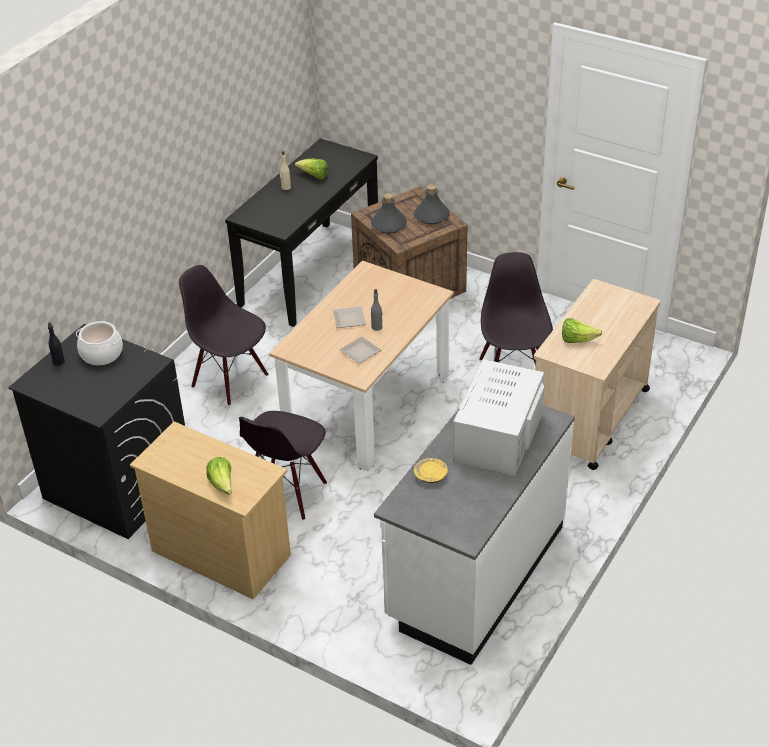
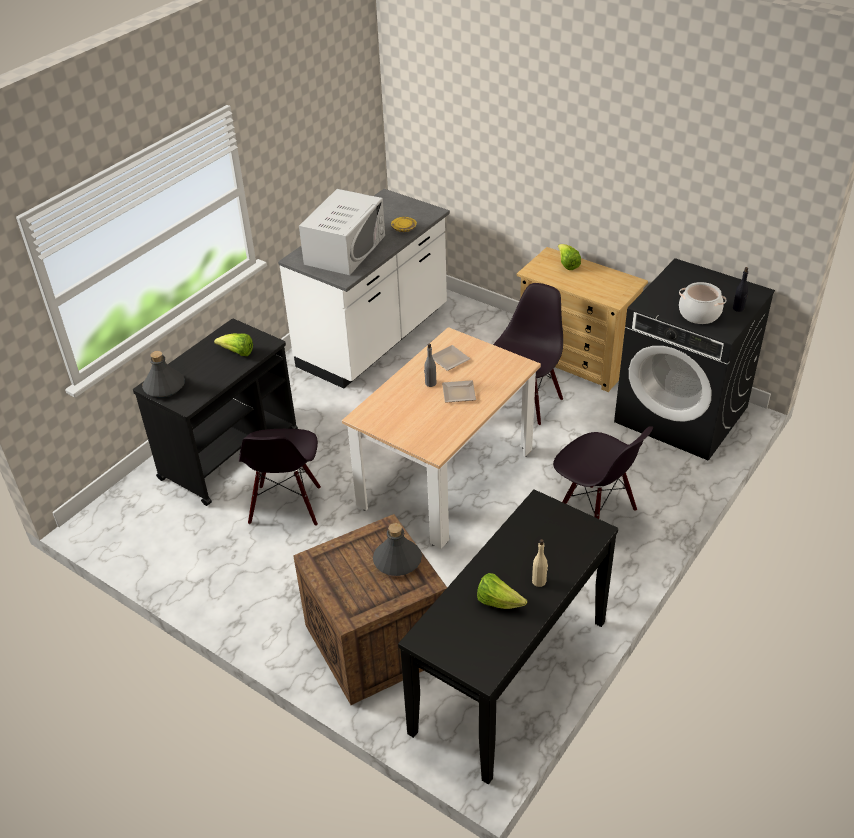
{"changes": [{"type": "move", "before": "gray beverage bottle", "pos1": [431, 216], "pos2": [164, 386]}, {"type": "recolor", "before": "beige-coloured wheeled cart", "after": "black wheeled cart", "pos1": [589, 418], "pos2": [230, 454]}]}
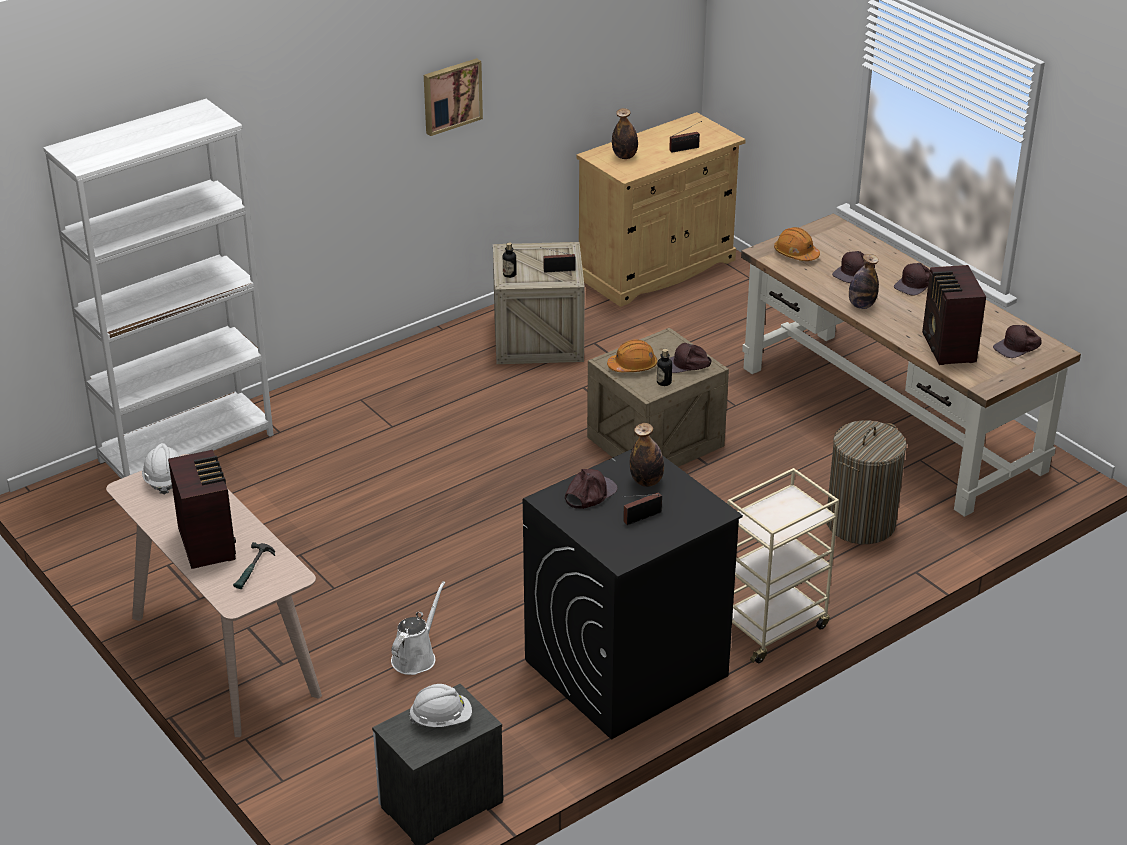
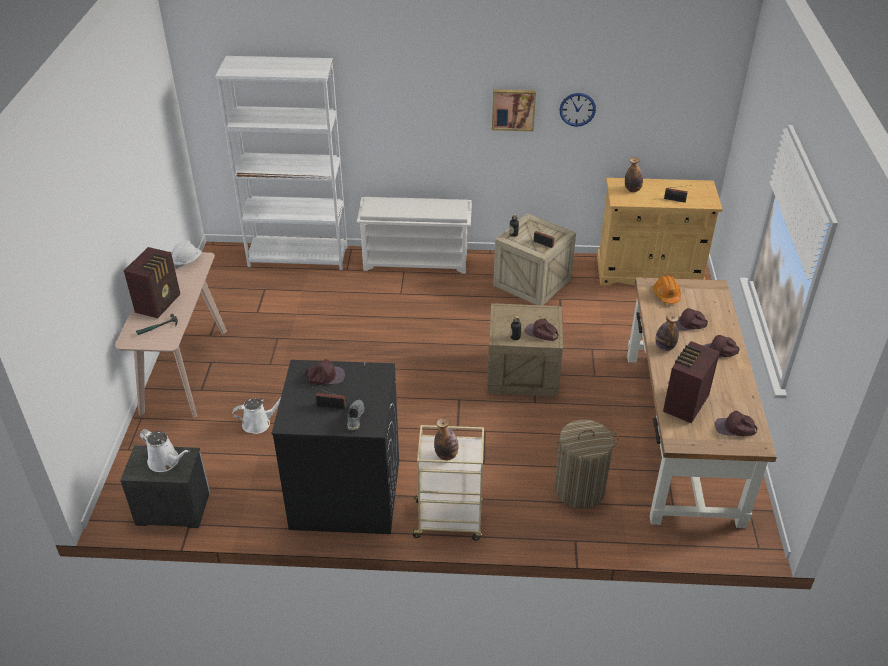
{"changes": [{"type": "delete", "before": "orangey hard hat", "pos1": [633, 366]}, {"type": "move", "before": "beverage bottle", "pos1": [646, 481], "pos2": [446, 455]}, {"type": "replace", "before": "whitish hard hat", "after": "whitish sprinkling can", "pos1": [441, 719], "pos2": [166, 461]}, {"type": "insert", "after": "clock on the wall", "pos2": [577, 109]}, {"type": "insert", "after": "whitish shoe stand", "pos2": [416, 261]}, {"type": "insert", "after": "gray low shoe", "pos2": [355, 417]}]}
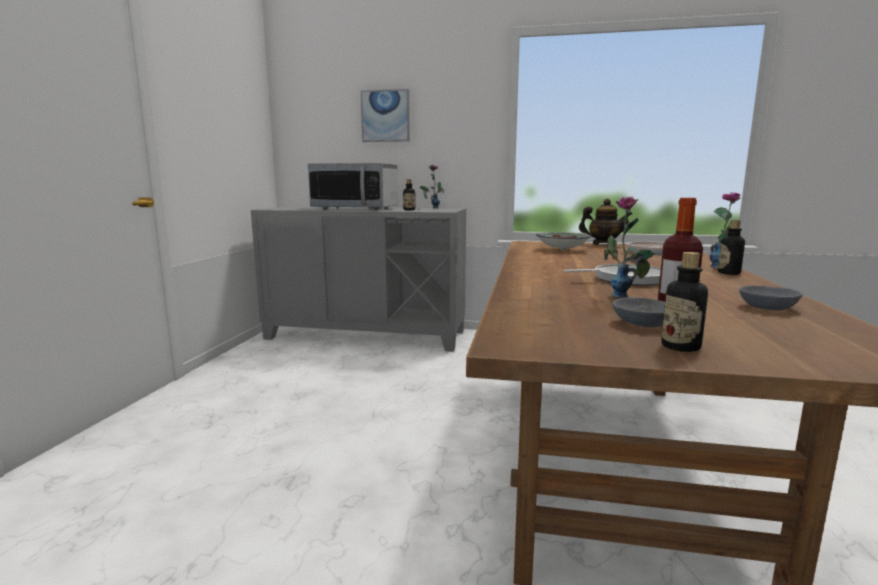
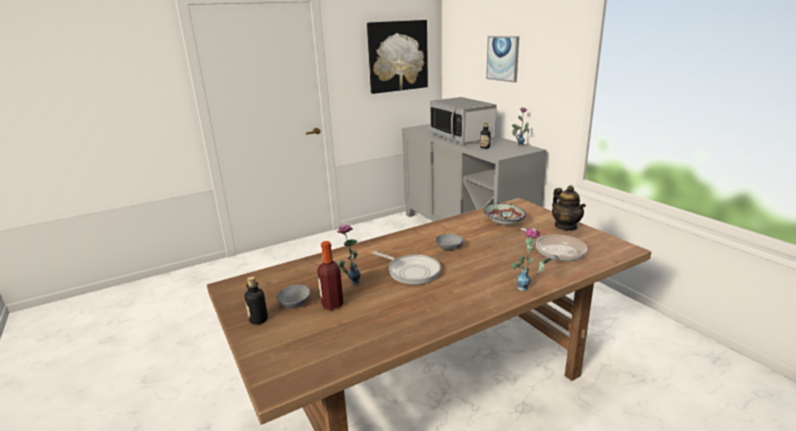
{"changes": [{"type": "delete", "before": "beverage bottle", "pos1": [728, 273]}, {"type": "move", "before": "gray serving bowl", "pos1": [767, 307], "pos2": [450, 247]}, {"type": "insert", "after": "picture", "pos2": [397, 56]}]}
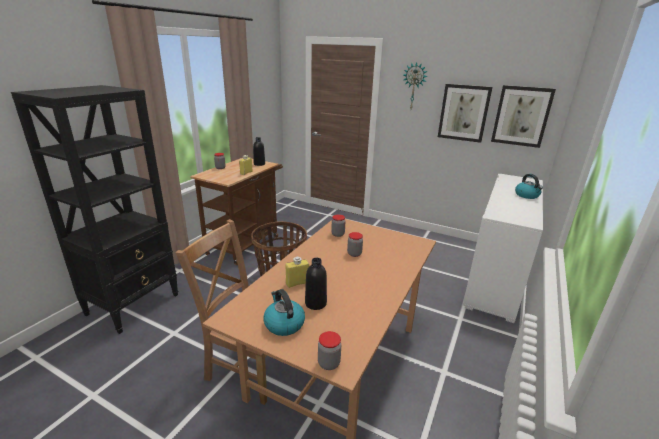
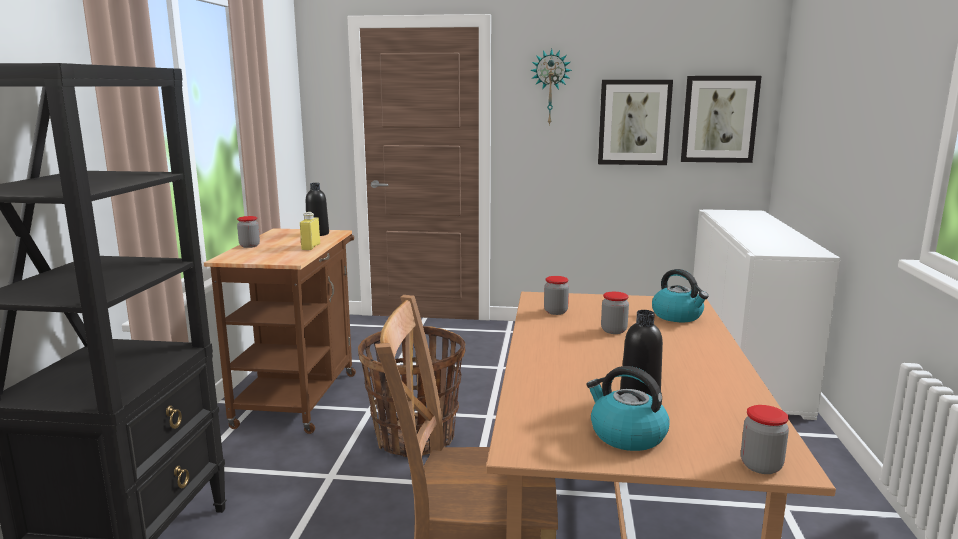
{"changes": [{"type": "move", "before": "kettle", "pos1": [527, 195], "pos2": [678, 316]}, {"type": "delete", "before": "yellow-coloured beverage bottle", "pos1": [297, 283]}]}
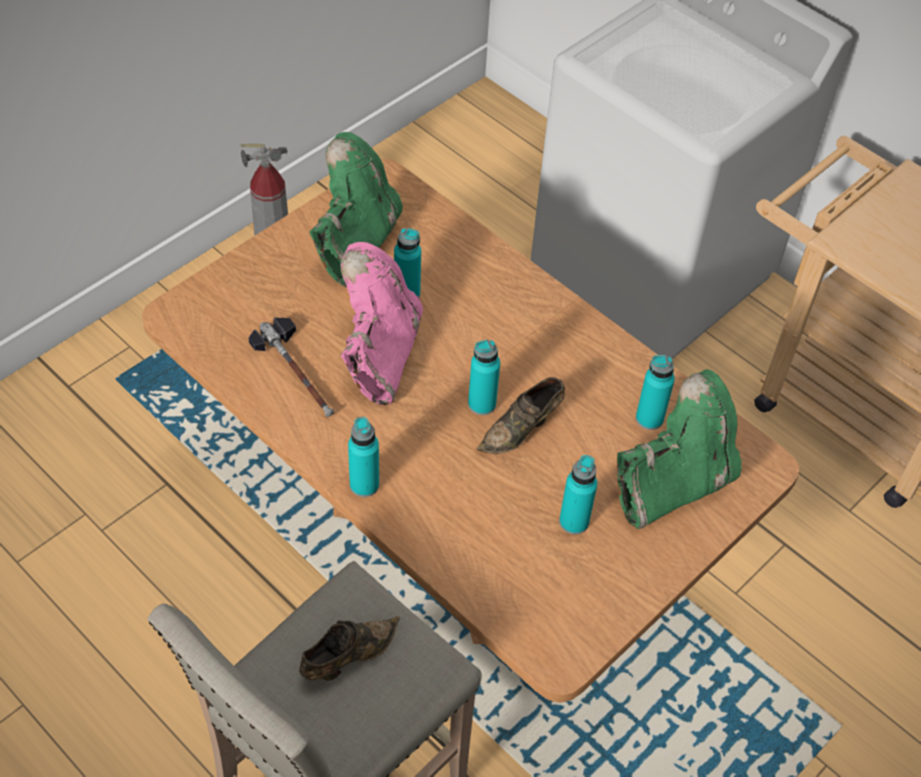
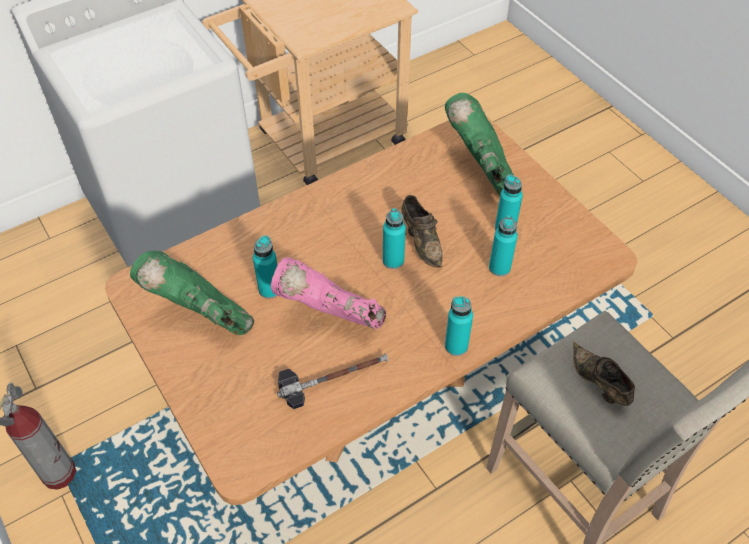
{"changes": [{"type": "move", "before": "blue-green beverage bottle", "pos1": [649, 419], "pos2": [499, 268]}]}
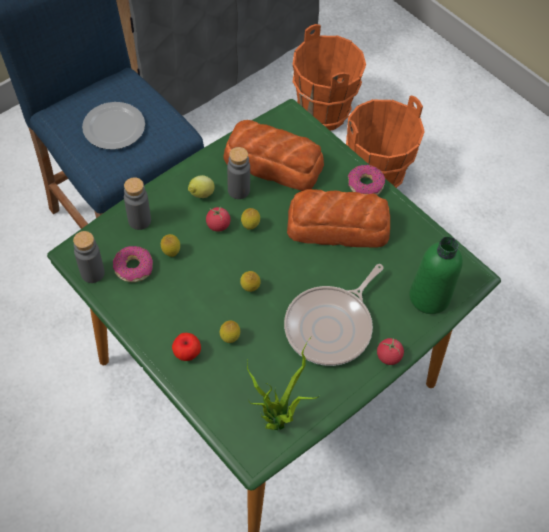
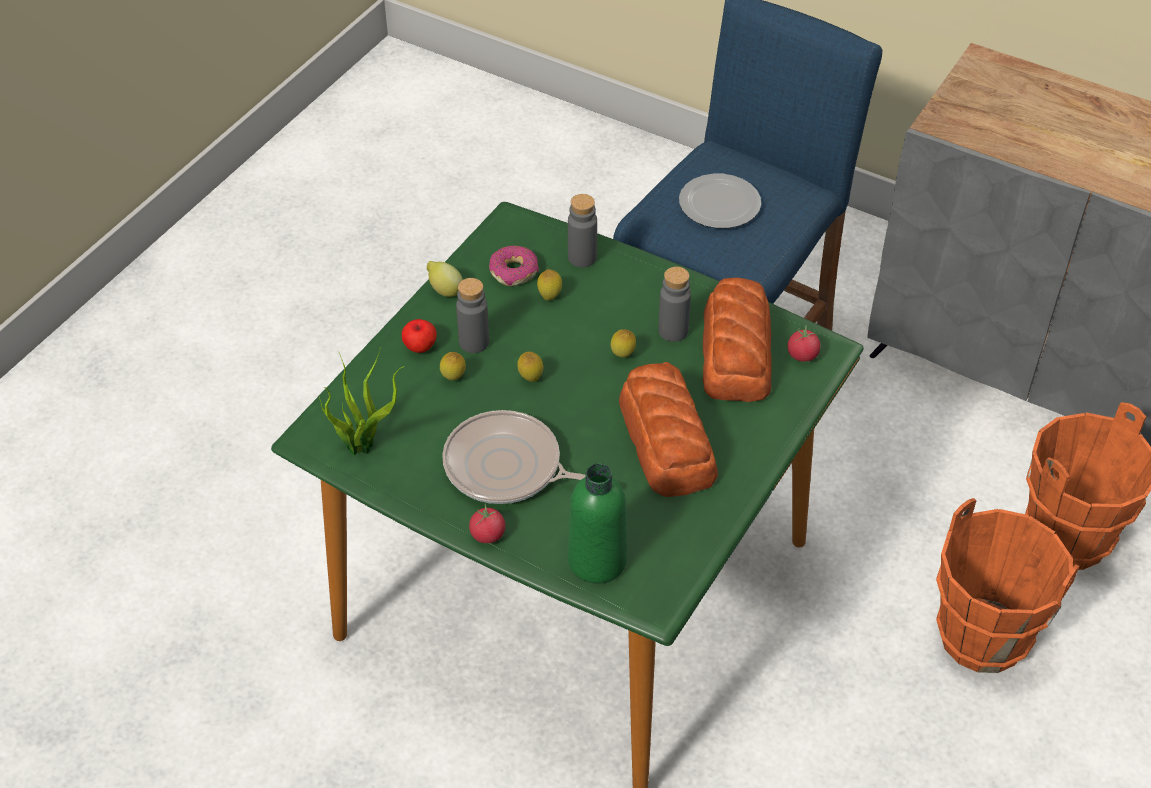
{"changes": [{"type": "delete", "before": "doughnut", "pos1": [365, 185]}, {"type": "move", "before": "lemon", "pos1": [201, 195], "pos2": [445, 291]}, {"type": "move", "before": "tomato", "pos1": [218, 225], "pos2": [802, 355]}, {"type": "move", "before": "gray beverage bottle", "pos1": [92, 273], "pos2": [474, 342]}]}
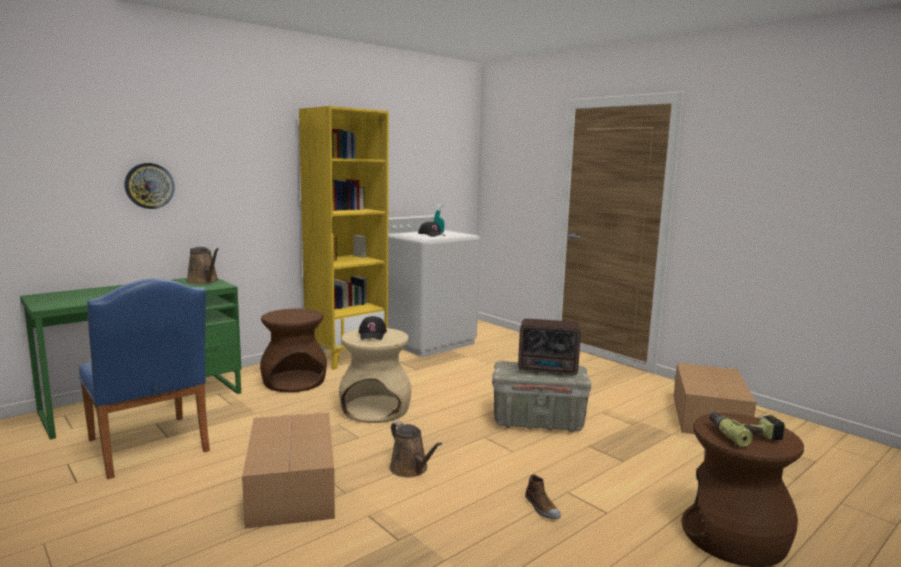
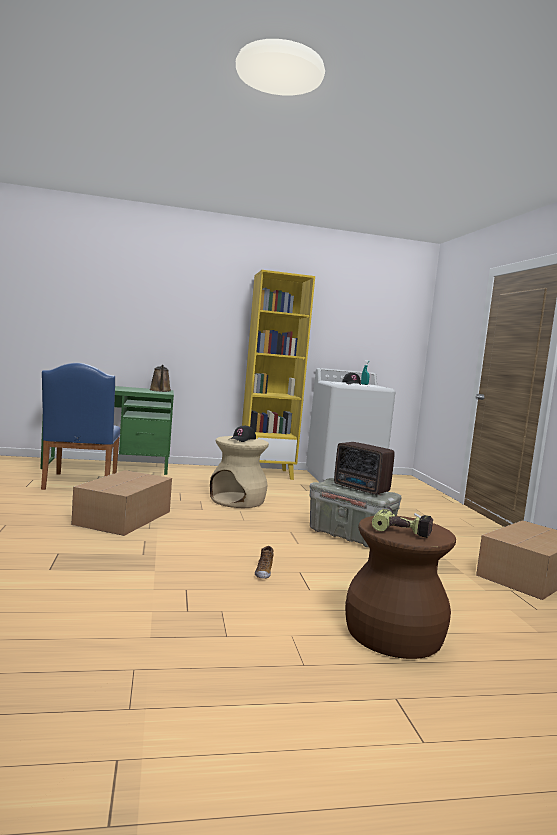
{"changes": [{"type": "delete", "before": "clock on the wall", "pos1": [149, 186]}, {"type": "delete", "before": "brown stool seat", "pos1": [294, 381]}, {"type": "delete", "before": "brown sprinkling can", "pos1": [411, 469]}]}
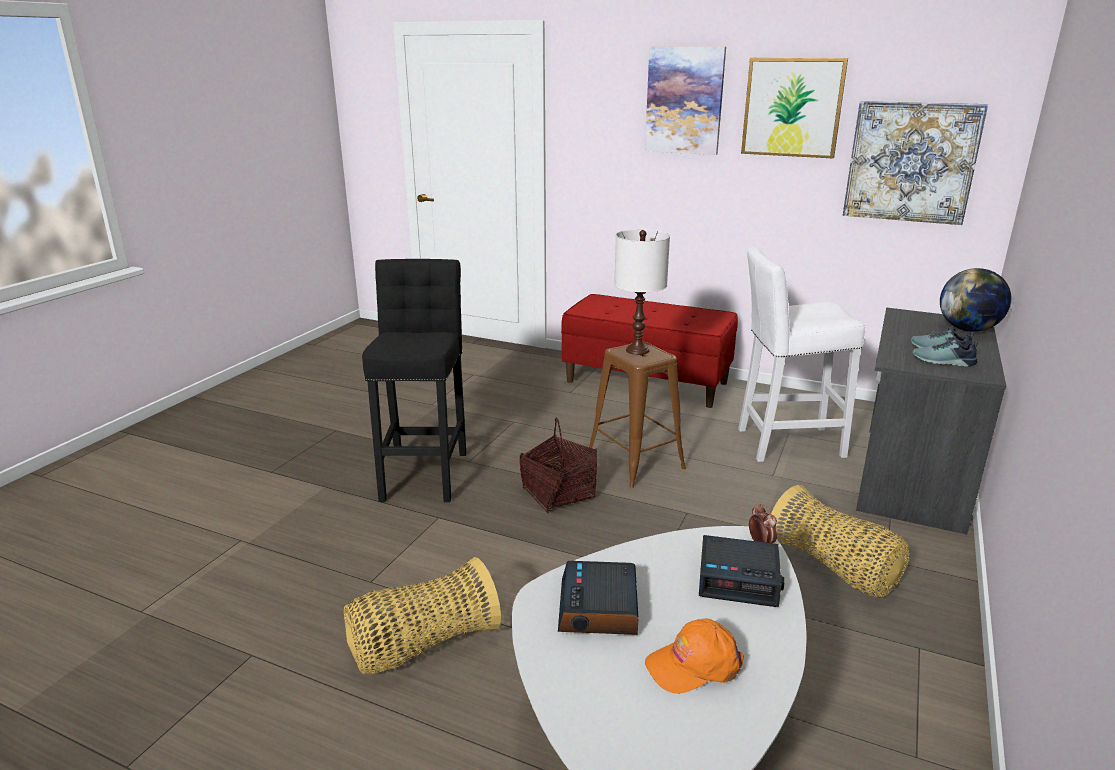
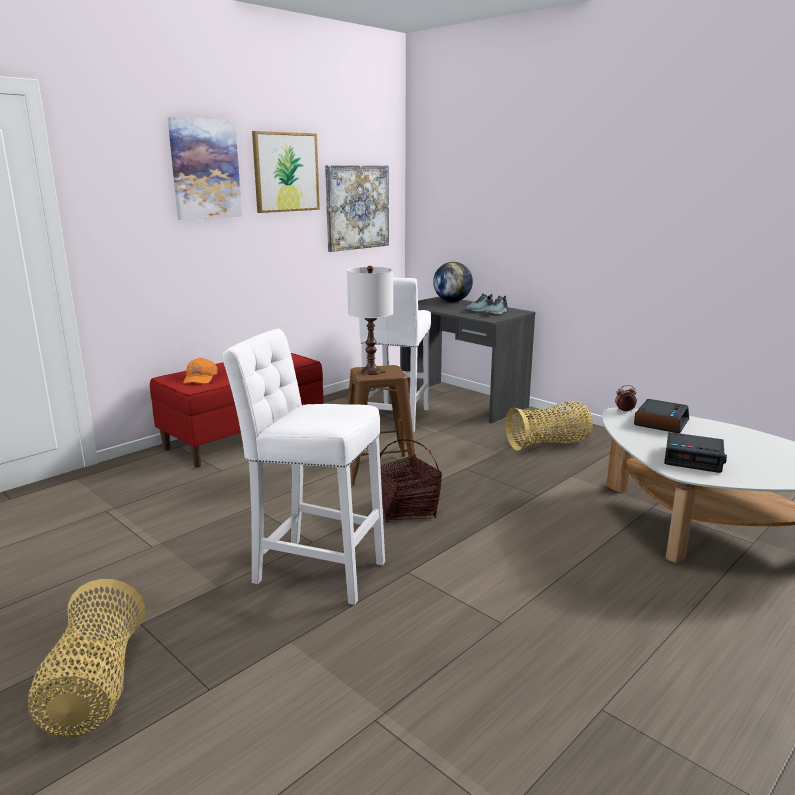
{"changes": [{"type": "recolor", "before": "black stool seat", "after": "whitish stool seat", "pos1": [425, 472], "pos2": [314, 569]}, {"type": "move", "before": "household basket", "pos1": [422, 646], "pos2": [94, 688]}, {"type": "move", "before": "orangey cap", "pos1": [693, 665], "pos2": [200, 378]}]}
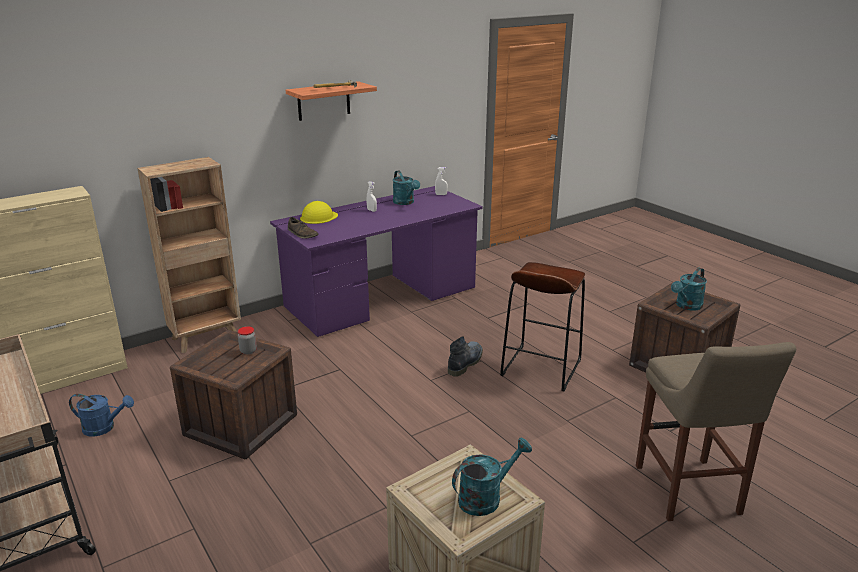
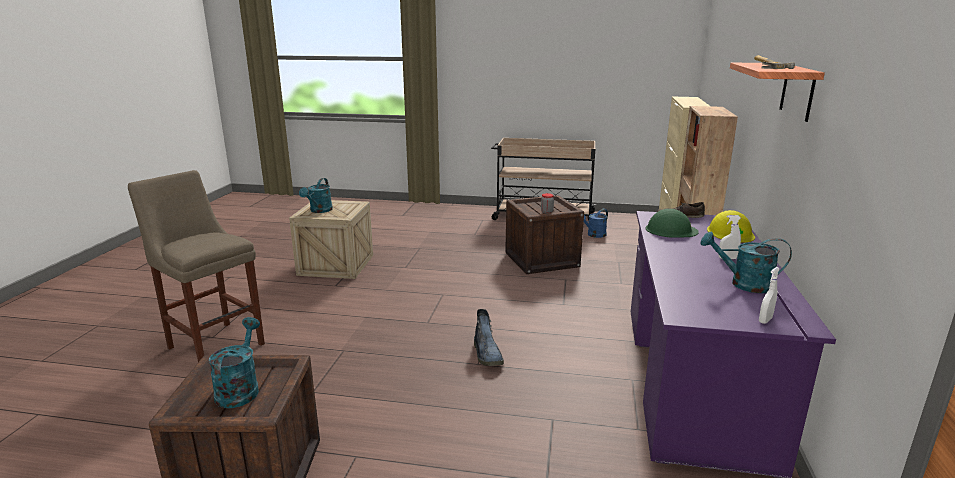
{"changes": [{"type": "delete", "before": "brown stool seat", "pos1": [540, 368]}, {"type": "insert", "after": "greenish hard hat", "pos2": [671, 230]}]}
